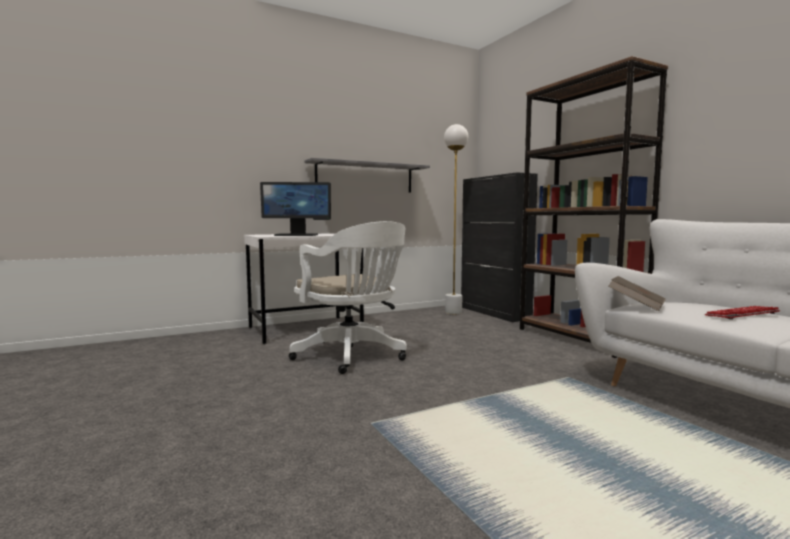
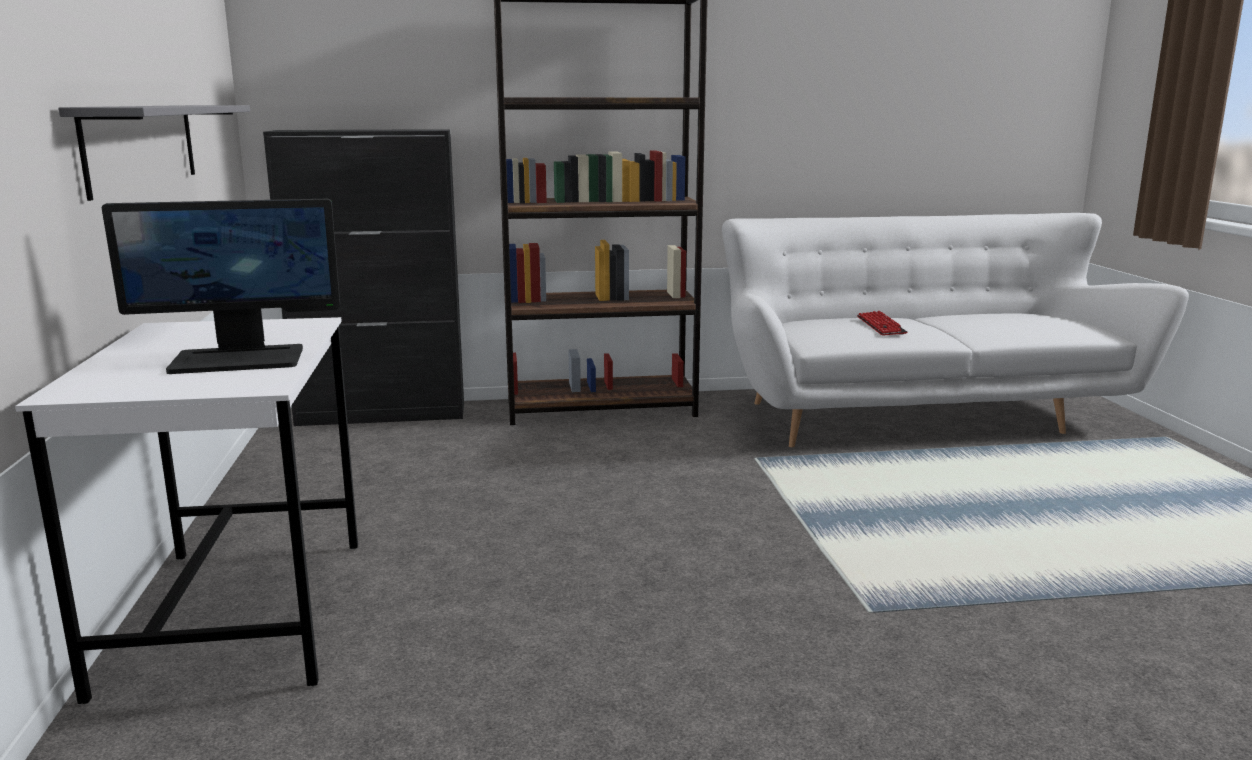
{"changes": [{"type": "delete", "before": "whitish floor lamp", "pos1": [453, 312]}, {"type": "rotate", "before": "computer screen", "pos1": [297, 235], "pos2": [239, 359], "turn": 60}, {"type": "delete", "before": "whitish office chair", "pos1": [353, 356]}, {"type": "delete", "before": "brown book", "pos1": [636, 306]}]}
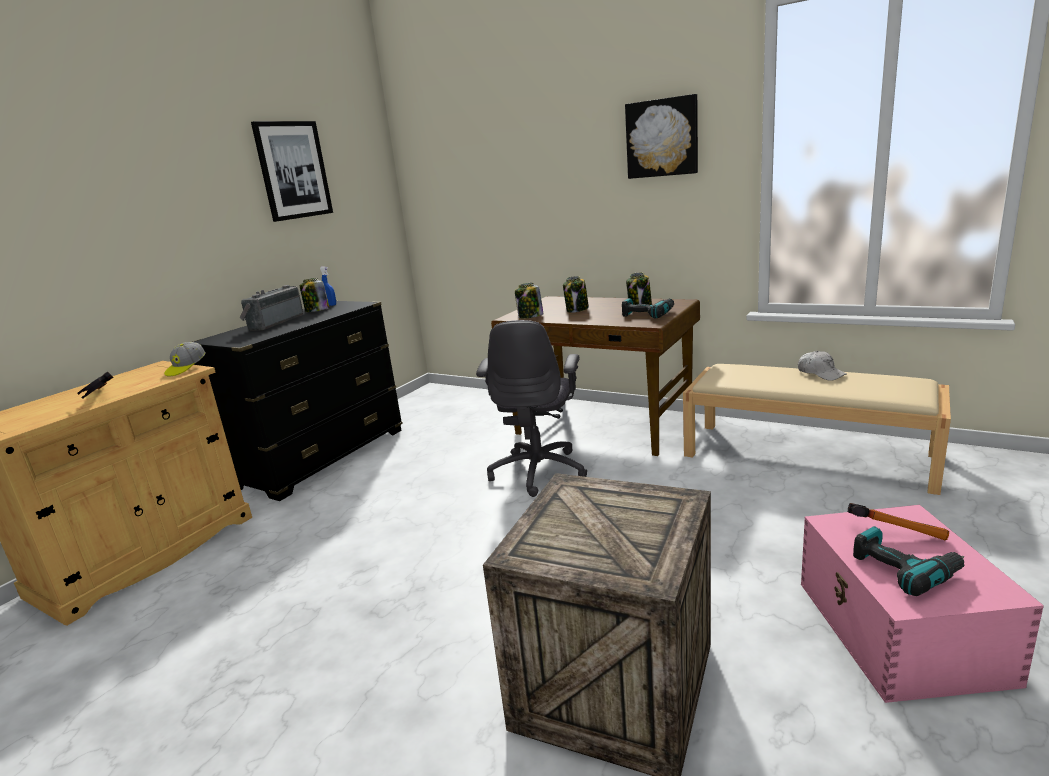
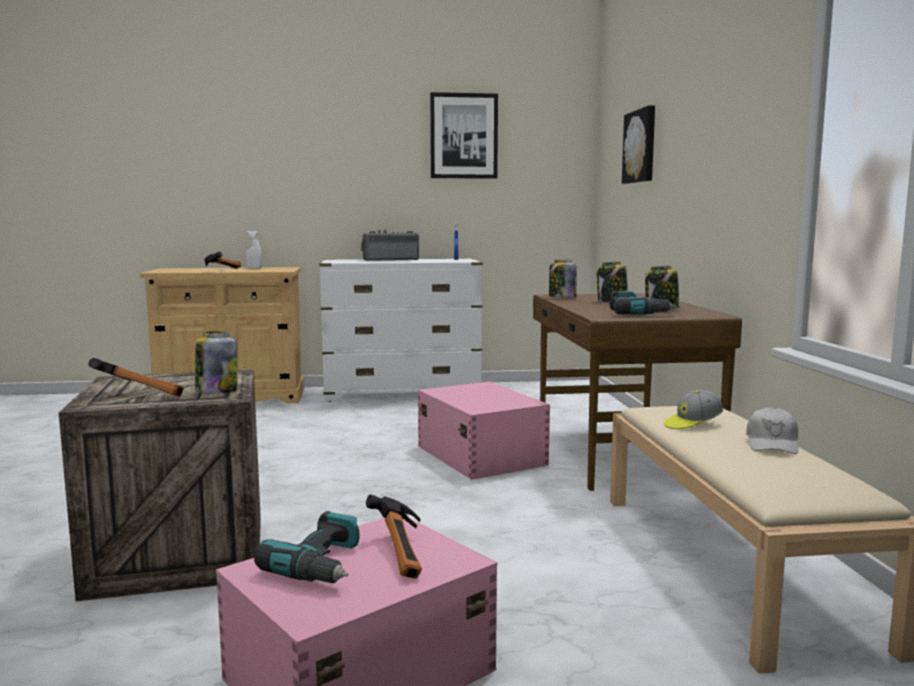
{"changes": [{"type": "move", "before": "picture", "pos1": [662, 138], "pos2": [641, 146]}, {"type": "move", "before": "preserve jar", "pos1": [317, 311], "pos2": [216, 391]}, {"type": "recolor", "before": "black drawer chest", "after": "whitish drawer chest", "pos1": [323, 458], "pos2": [402, 392]}, {"type": "replace", "before": "gray office chair", "after": "pink storage bin", "pos1": [539, 471], "pos2": [480, 455]}, {"type": "move", "before": "cap", "pos1": [186, 369], "pos2": [692, 424]}, {"type": "insert", "after": "whitish spray bottle", "pos2": [254, 268]}, {"type": "insert", "after": "hammer", "pos2": [143, 393]}]}
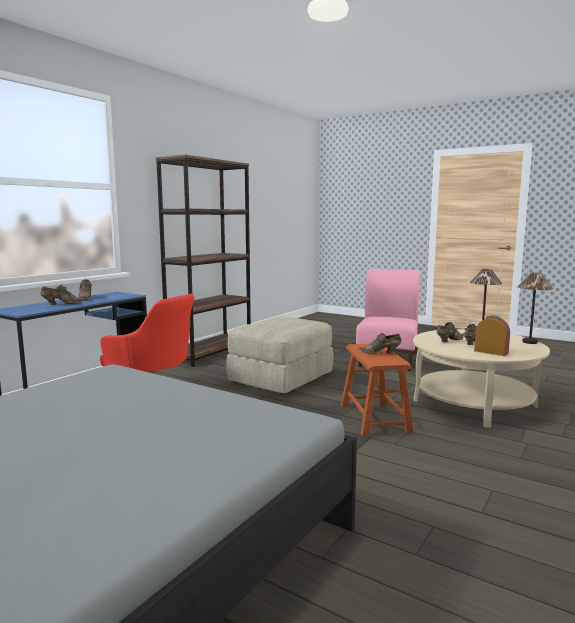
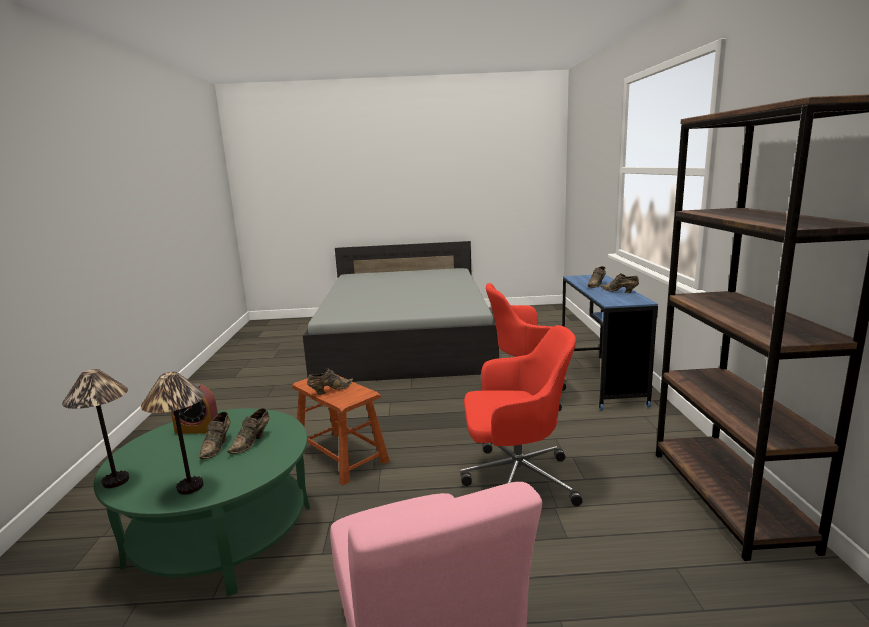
{"changes": [{"type": "replace", "before": "beige-coloured pouffe", "after": "red-coloured office chair", "pos1": [281, 378], "pos2": [516, 480]}, {"type": "recolor", "before": "beige-coloured low table", "after": "greenish low table", "pos1": [474, 403], "pos2": [222, 534]}]}
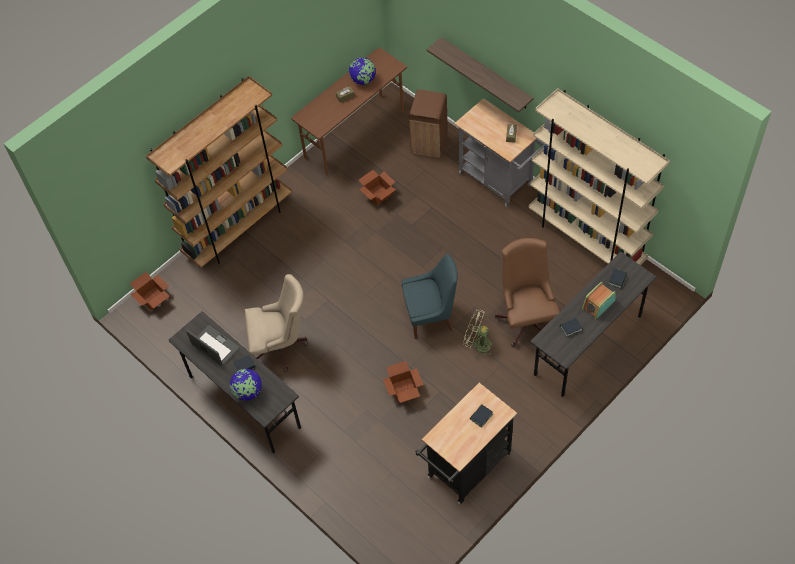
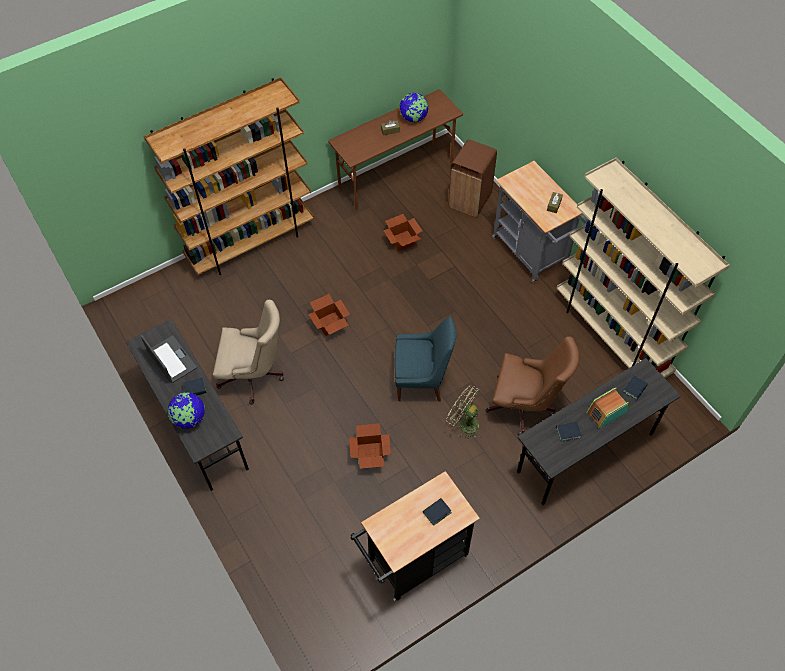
{"changes": [{"type": "delete", "before": "bracket shelf", "pos1": [486, 74]}, {"type": "rotate", "before": "brown office chair", "pos1": [526, 318], "pos2": [524, 407], "turn": 105}, {"type": "move", "before": "carton", "pos1": [153, 299], "pos2": [330, 324]}]}
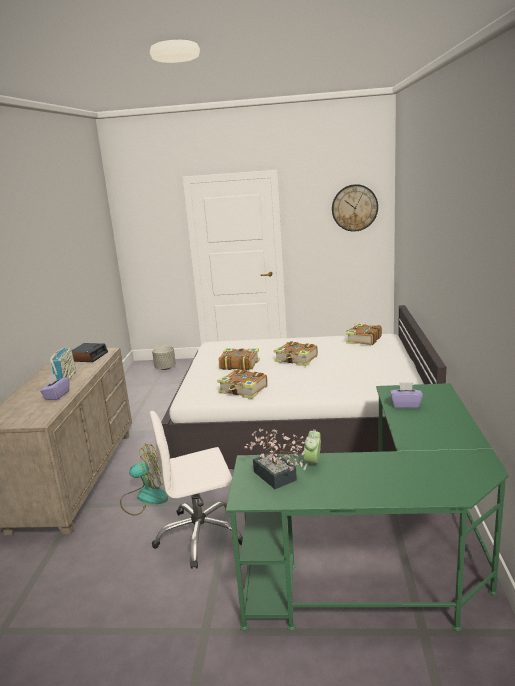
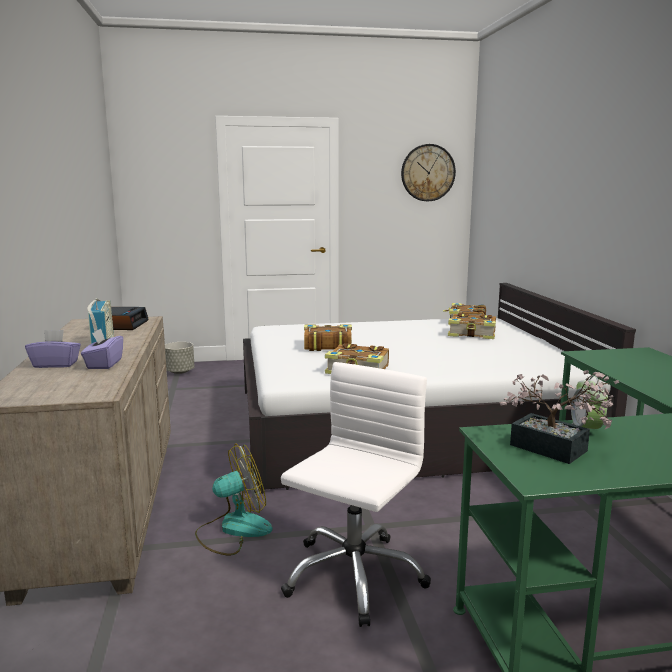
{"changes": [{"type": "move", "before": "book", "pos1": [296, 360], "pos2": [473, 334]}, {"type": "move", "before": "purple box of tissues", "pos1": [405, 405], "pos2": [56, 364]}, {"type": "rotate", "before": "whitish office chair", "pos1": [200, 536], "pos2": [353, 575], "turn": 150}]}
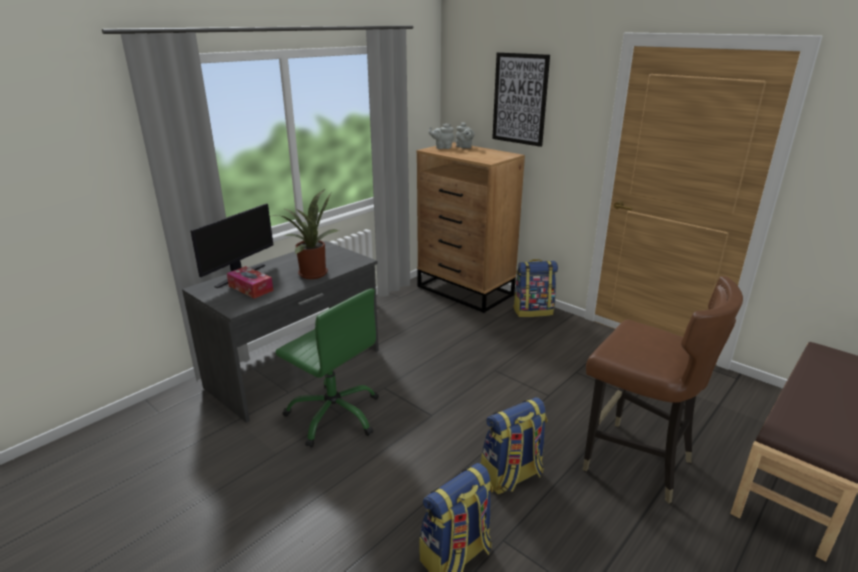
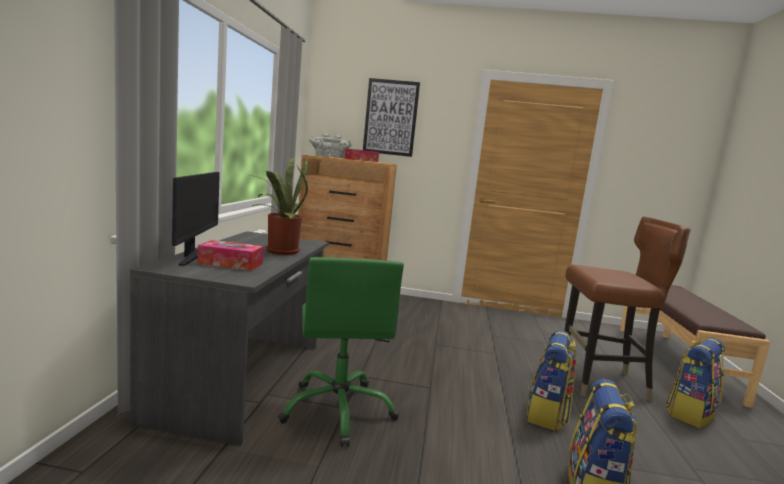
{"changes": [{"type": "move", "before": "rucksack", "pos1": [533, 311], "pos2": [690, 413]}, {"type": "rotate", "before": "greenish office chair", "pos1": [334, 414], "pos2": [338, 410], "turn": 75}, {"type": "insert", "after": "box of tissues", "pos2": [361, 160]}]}
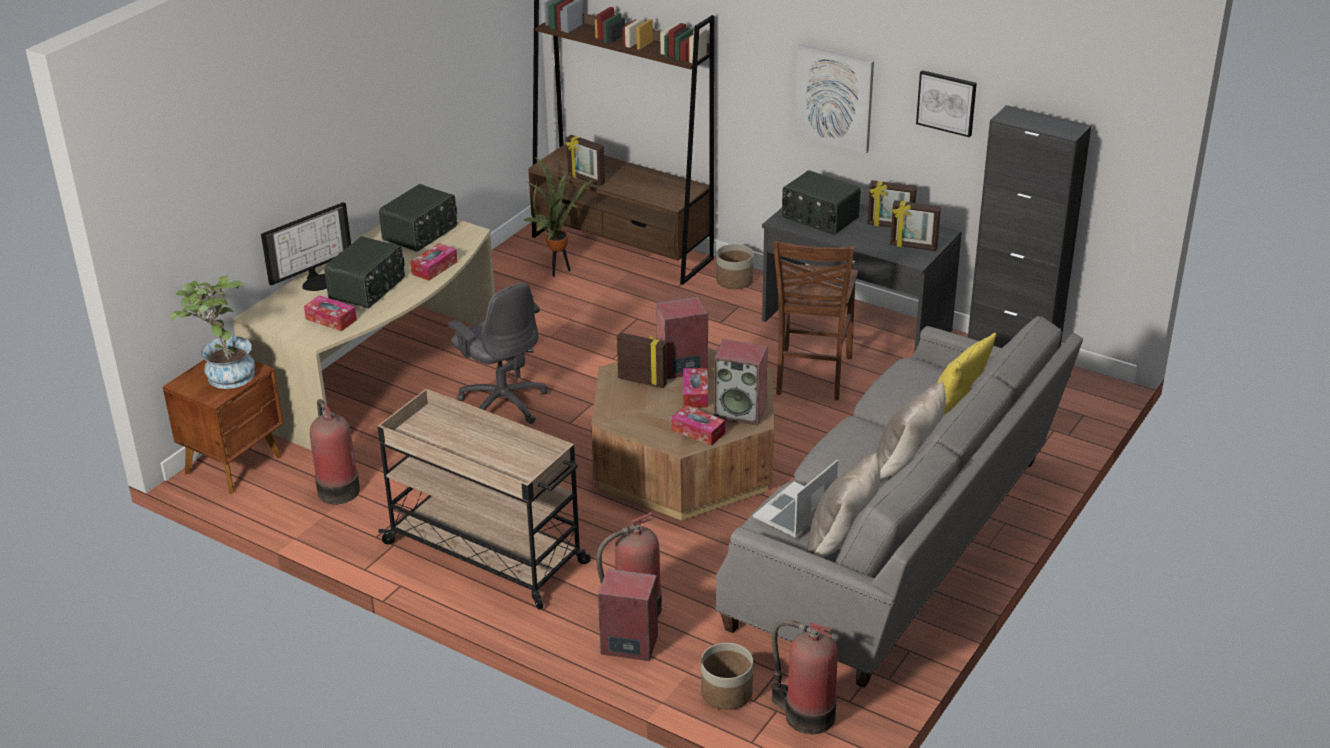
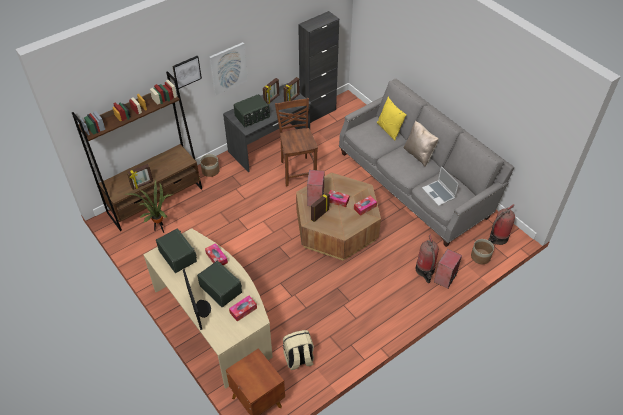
{"changes": [{"type": "move", "before": "picture", "pos1": [946, 102], "pos2": [186, 71]}, {"type": "rotate", "before": "brown chair", "pos1": [811, 376], "pos2": [297, 170], "turn": -135}, {"type": "delete", "before": "potted plant", "pos1": [224, 374]}, {"type": "delete", "before": "gray office chair", "pos1": [502, 403]}, {"type": "delete", "before": "audio speaker", "pos1": [740, 412]}, {"type": "delete", "before": "beige-coloured wheeled cart", "pos1": [488, 554]}, {"type": "replace", "before": "fire-fighting cylinder", "after": "beige-coloured rucksack", "pos1": [337, 489], "pos2": [298, 359]}, {"type": "delete", "before": "beige-coloured pillow", "pos1": [842, 541]}]}
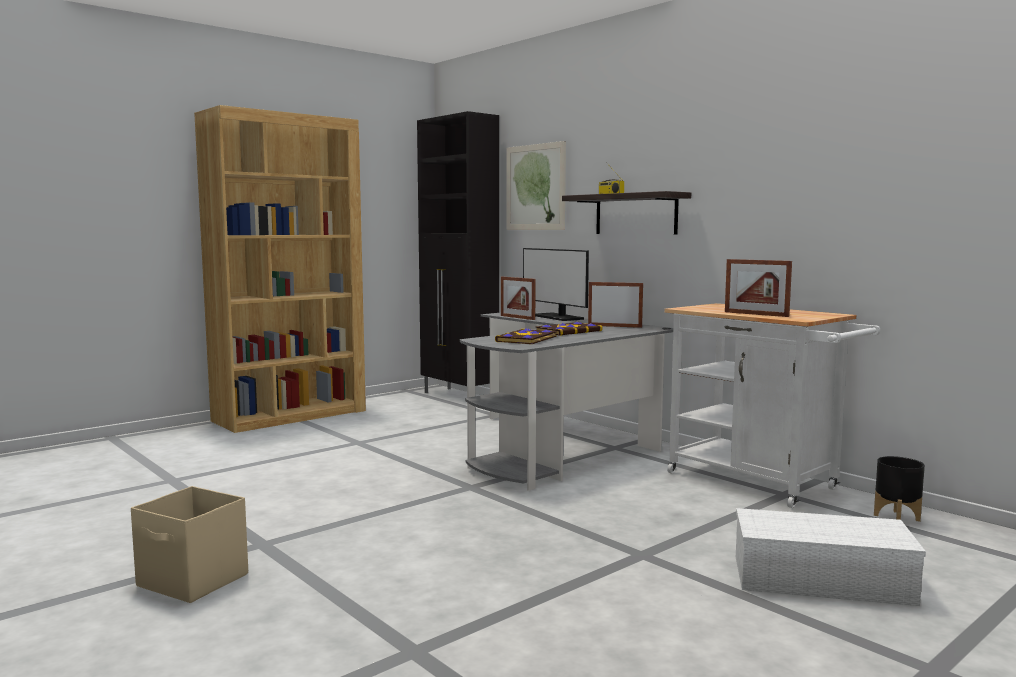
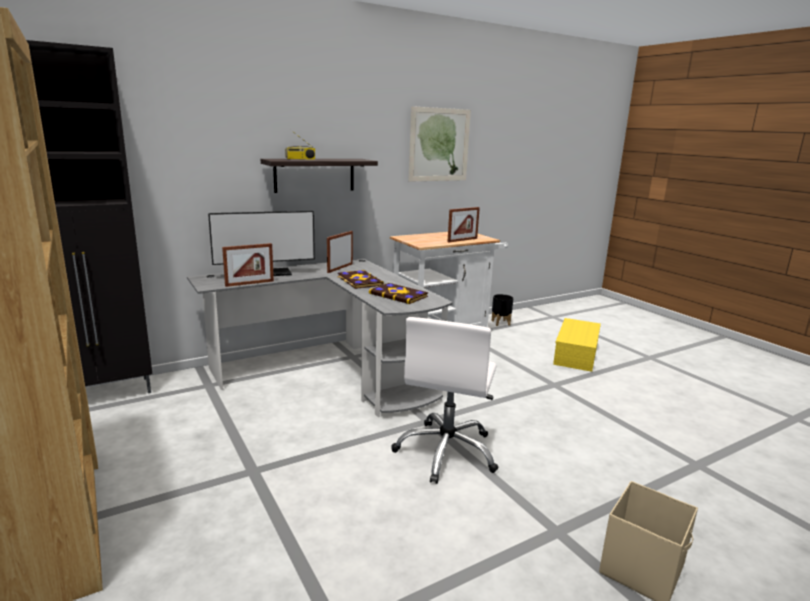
{"changes": [{"type": "move", "before": "picture", "pos1": [535, 187], "pos2": [439, 145]}, {"type": "recolor", "before": "whitish storage bin", "after": "yellow-coloured storage bin", "pos1": [819, 580], "pos2": [576, 355]}, {"type": "insert", "after": "whitish office chair", "pos2": [447, 452]}]}
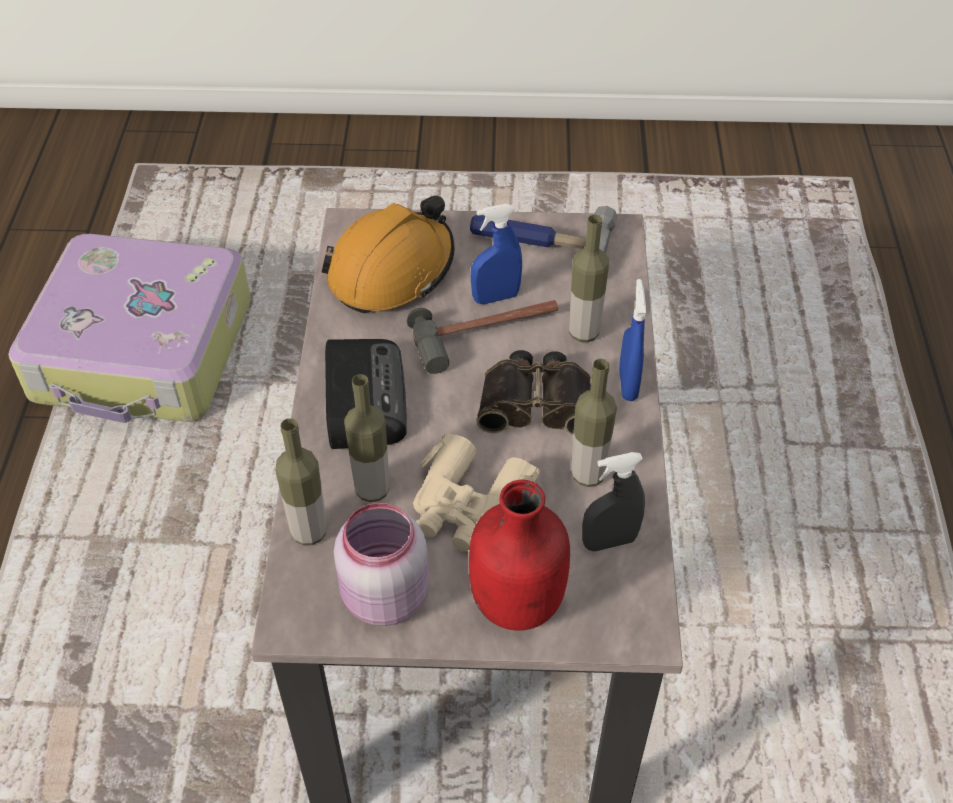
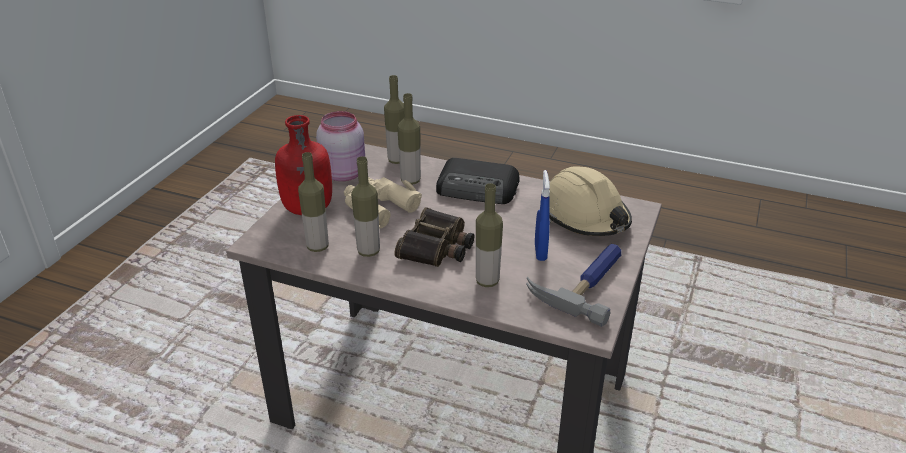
{"changes": [{"type": "recolor", "before": "orangey hard hat", "after": "beige-coloured hard hat", "pos1": [391, 270], "pos2": [585, 216]}, {"type": "delete", "before": "travel case", "pos1": [144, 351]}, {"type": "delete", "before": "blue-coloured spray bottle", "pos1": [628, 384]}, {"type": "delete", "before": "hammer", "pos1": [486, 334]}, {"type": "replace", "before": "gray spray bottle", "after": "beverage bottle", "pos1": [609, 541], "pos2": [317, 246]}]}
